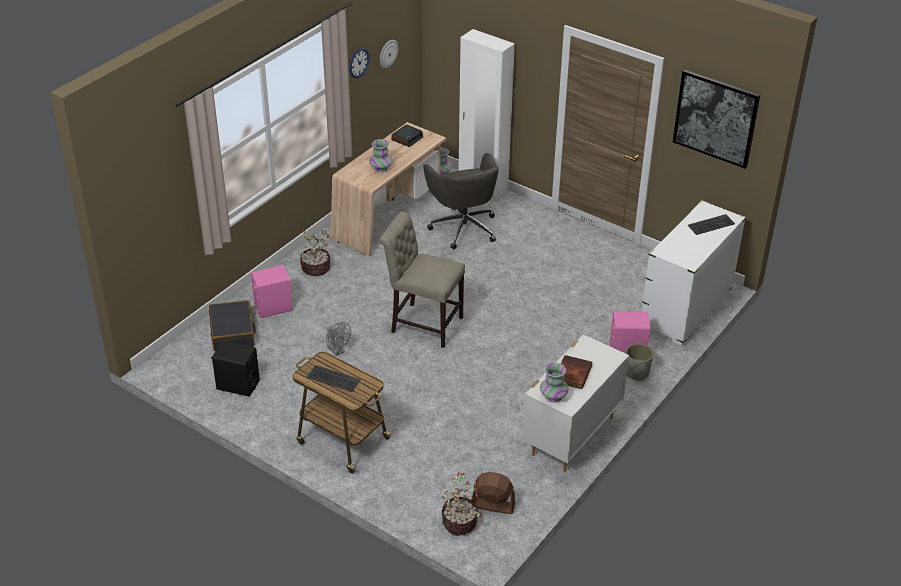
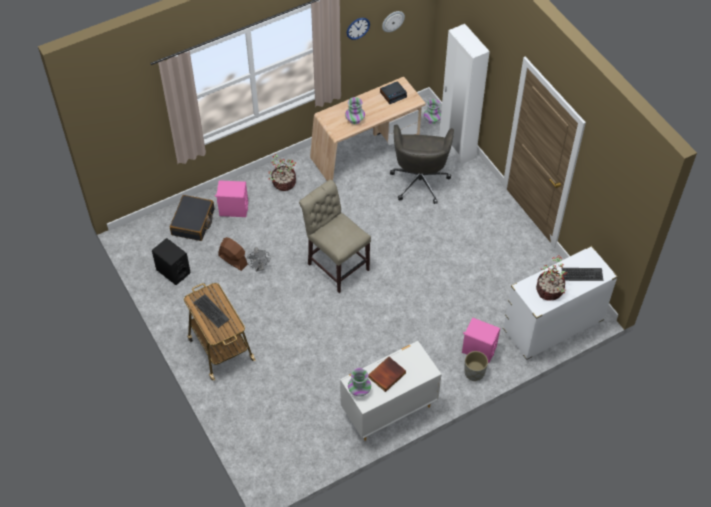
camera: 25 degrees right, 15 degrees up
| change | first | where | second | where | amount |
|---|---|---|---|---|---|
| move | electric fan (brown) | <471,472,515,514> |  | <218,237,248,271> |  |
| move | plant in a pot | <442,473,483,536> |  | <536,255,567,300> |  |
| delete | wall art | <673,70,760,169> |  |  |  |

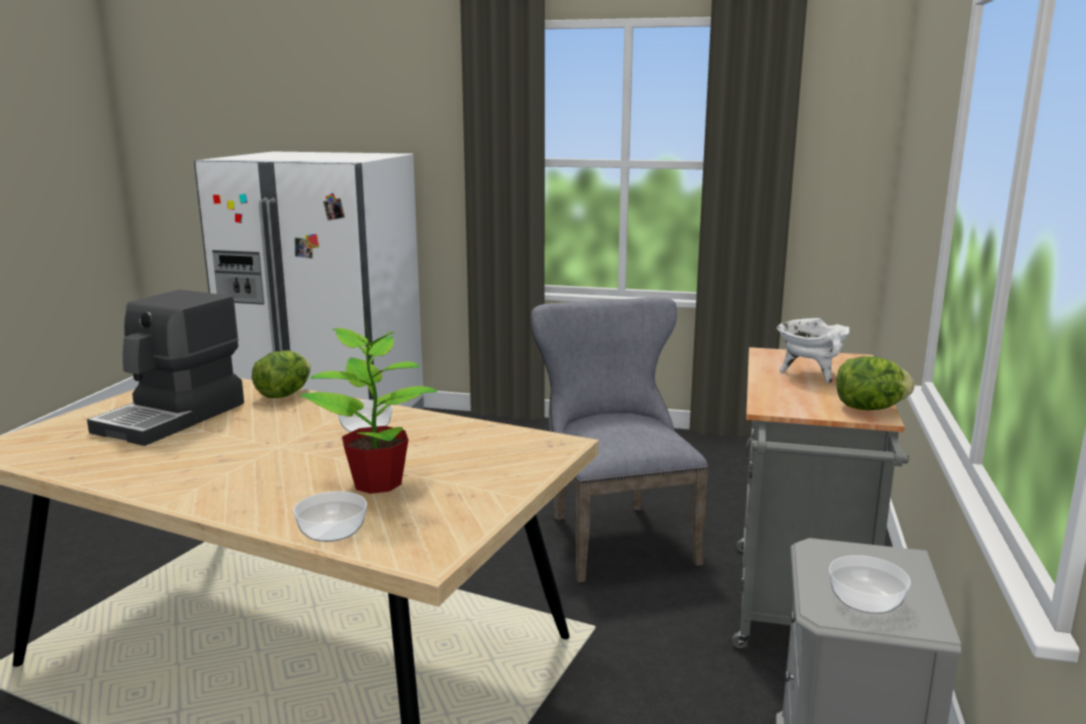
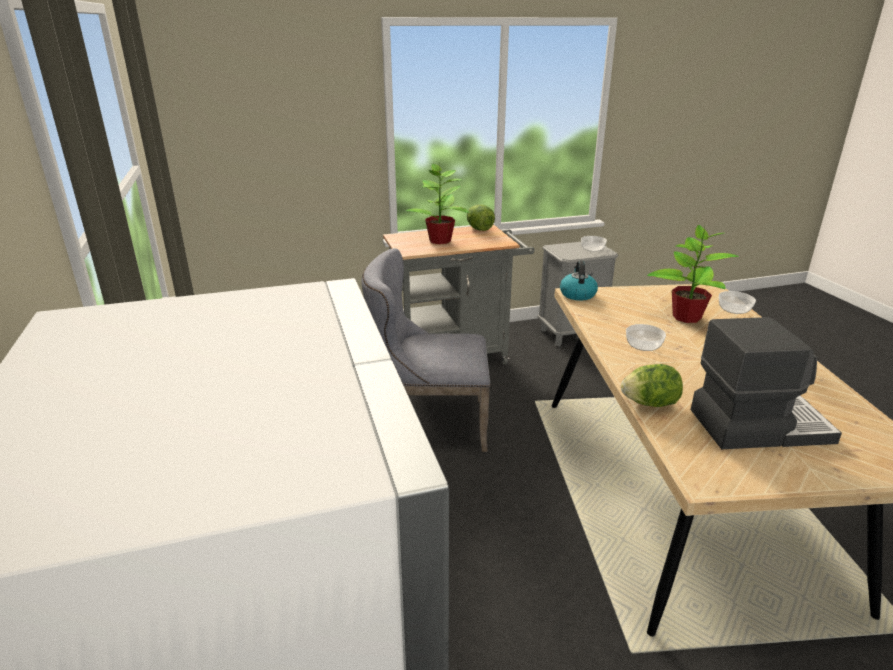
camera: 120 degrees left, 10 degrees up
| change | first | where | second | where | amount |
|---|---|---|---|---|---|
| rotate | upright chair (grey) | <530,297,709,583> |  | <362,248,491,452> | 45 degrees clockwise |
| replace | cooking pot (white-coloured) | <777,318,850,384> | plant in a pot | <405,164,469,244> |  |
| insert |  |  | kettle | <560,260,598,301> |  |

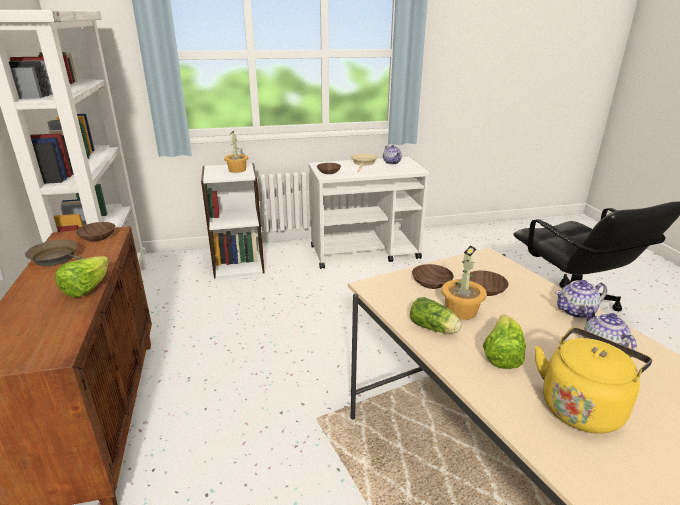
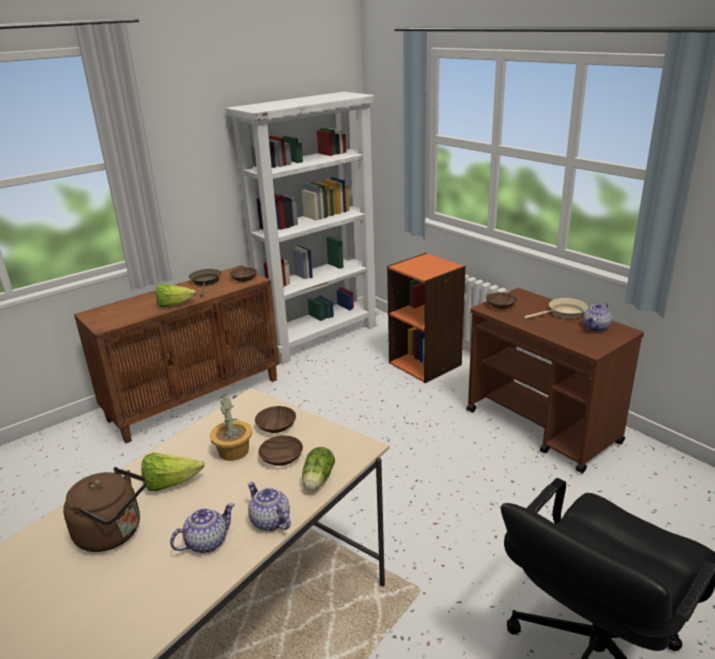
camera: 65 degrees right, 0 degrees up
| change | first | where | second | where | amount |
|---|---|---|---|---|---|
| recolor | kettle (yellowish) | <535,327,652,434> | kettle (brown) | <63,467,146,552> |  |
| move | lettuce head | <410,297,462,333> |  | <302,447,335,491> |  |
| recolor | bookcase (white-coloured) | <201,163,265,278> | bookcase (orange) | <387,253,466,383> |  |
| recolor | trolley (white-coloured) | <309,157,430,269> | trolley (brown) | <467,288,644,474> |  |
| delete | plant in a pot | <224,131,248,173> |  |  |  |

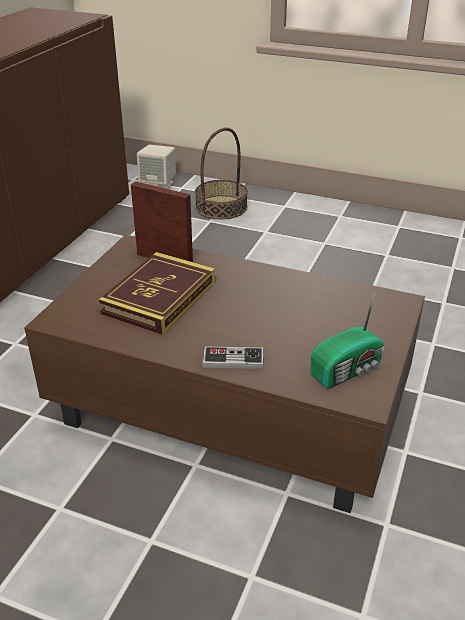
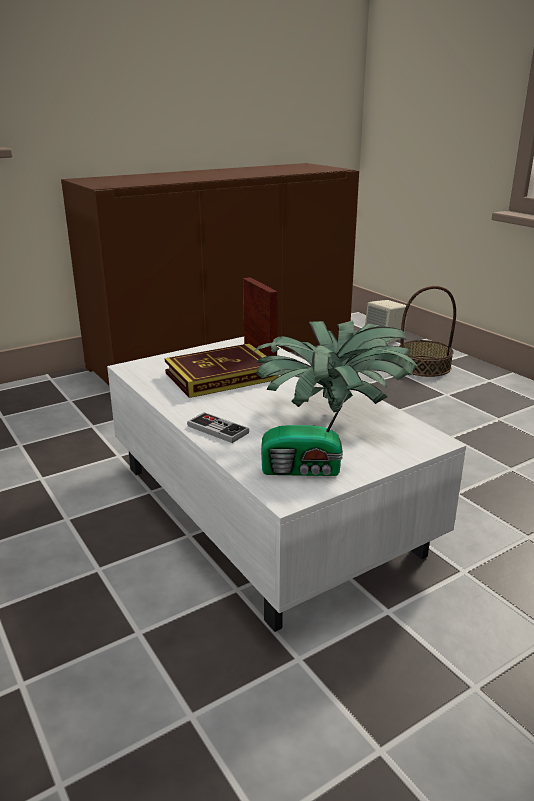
camera: 35 degrees right, 10 degrees down
| change | first | where | second | where | amount |
|---|---|---|---|---|---|
| recolor | coffee table (brown) | <24,235,425,513> | coffee table (white-coloured) | <107,337,466,632> |  |
| insert |  |  | plant in a pot | <253,320,419,412> |  |

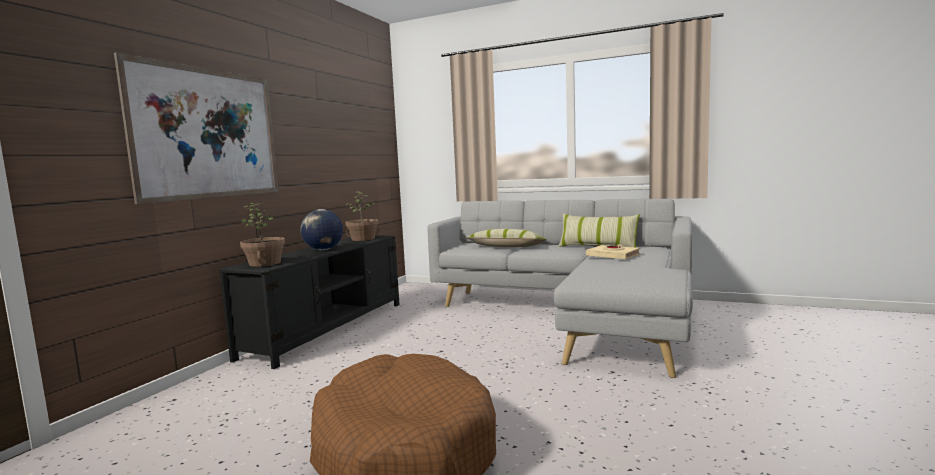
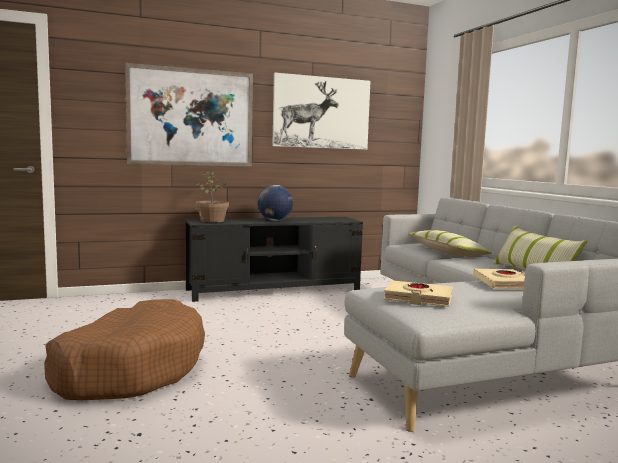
camera: 45 degrees right, 0 degrees up
| change | first | where | second | where | amount |
|---|---|---|---|---|---|
| insert |  |  | wall art | <272,73,370,150> |  |
| insert |  |  | volume (beige) | <384,280,453,307> |  |
| delete | plant in a pot | <345,191,379,241> |  |  |  |

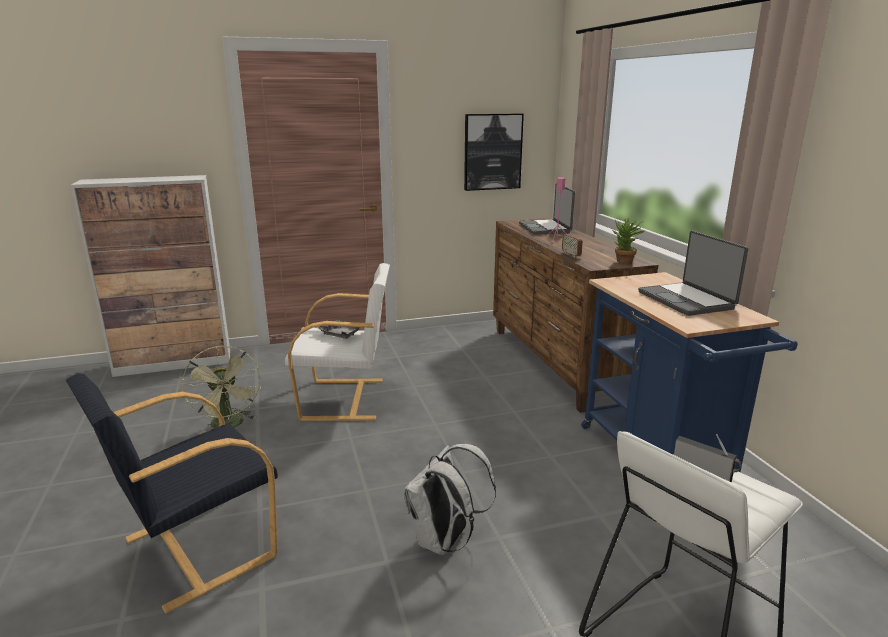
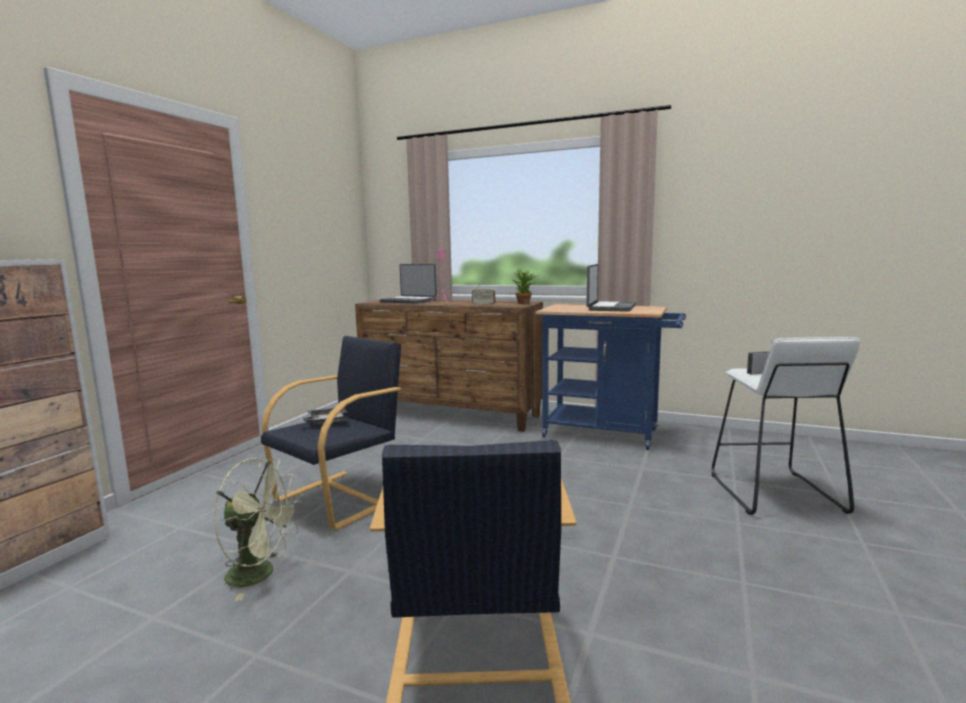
camera: 50 degrees left, 10 degrees down
| change | first | where | second | where | amount |
|---|---|---|---|---|---|
| recolor | armchair (white-coloured) | <285,263,390,421> | armchair (black-coloured) | <261,336,401,530> |  |
| rotate | laptop | <638,231,748,316> |  | <586,264,636,312> | 90 degrees counterclockwise |
| delete | knapsack (white-coloured) | <404,444,496,555> |  |  |  |
| delete | wall art | <464,114,524,191> |  |  |  |

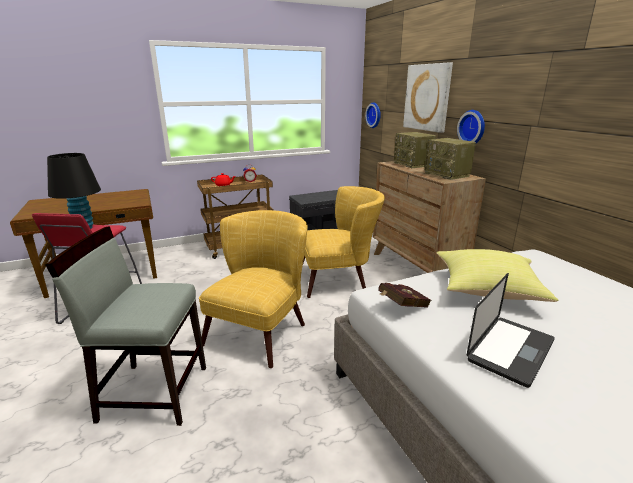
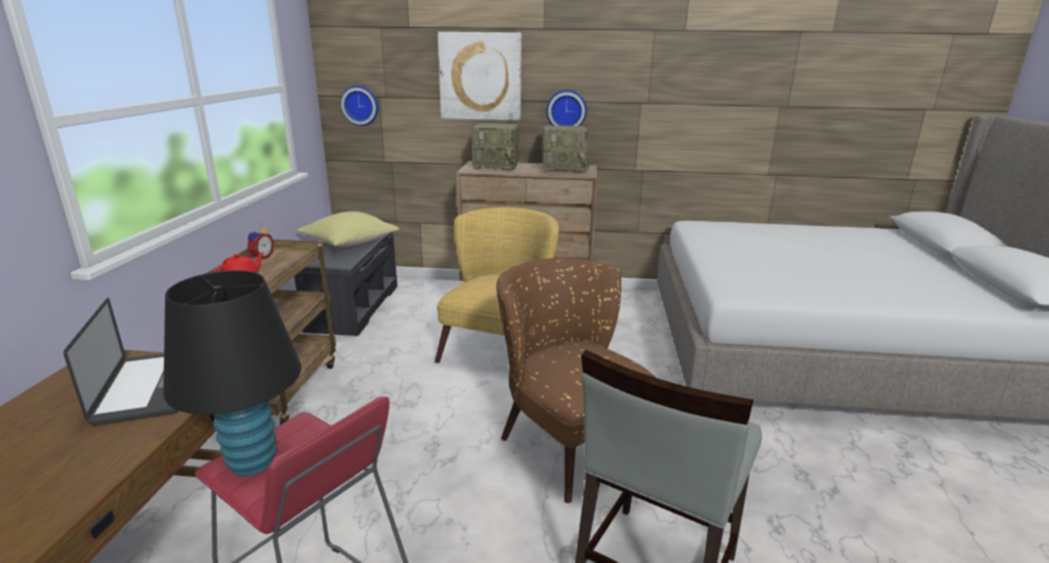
camera: 60 degrees left, 0 degrees up
| change | first | where | second | where | amount |
|---|---|---|---|---|---|
| move | laptop | <467,273,555,388> |  | <63,298,179,426> |  |
| move | throw pillow (yellowish) | <437,249,559,302> |  | <297,211,400,247> |  |
| recolor | armchair (yellowish) | <199,210,308,368> | armchair (brown) | <496,258,656,503> |  |
| delete | volume (red) | <378,283,431,308> |  |  |  |

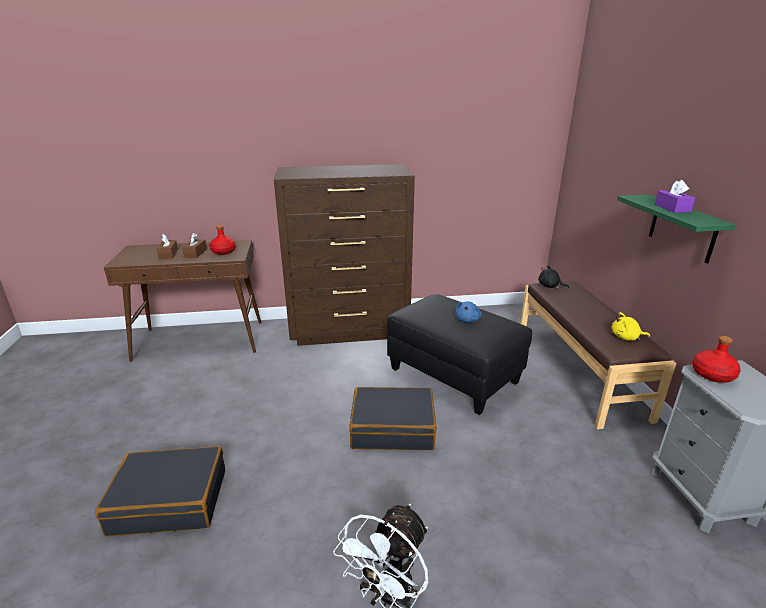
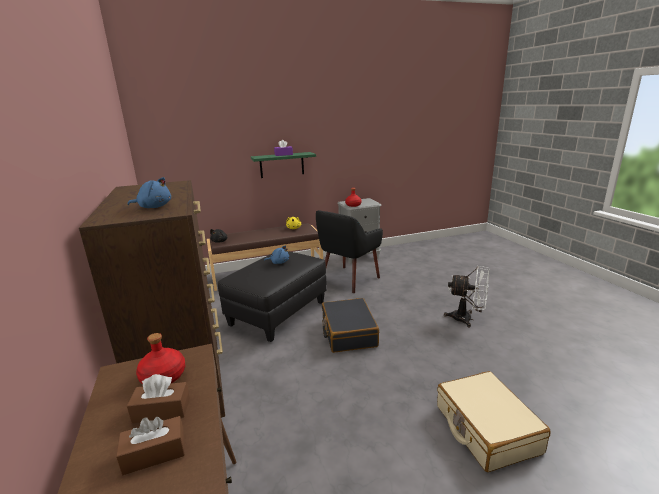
camera: 100 degrees left, 5 degrees down
| change | first | where | second | where | amount |
|---|---|---|---|---|---|
| insert |  |  | plush toy (blue) | <128,177,171,208> |  |
| insert |  |  | armchair (black-coloured) | <316,210,383,293> |  |
| recolor | travel case (black-coloured) | <95,446,225,536> | travel case (beige) | <437,371,551,472> |  |

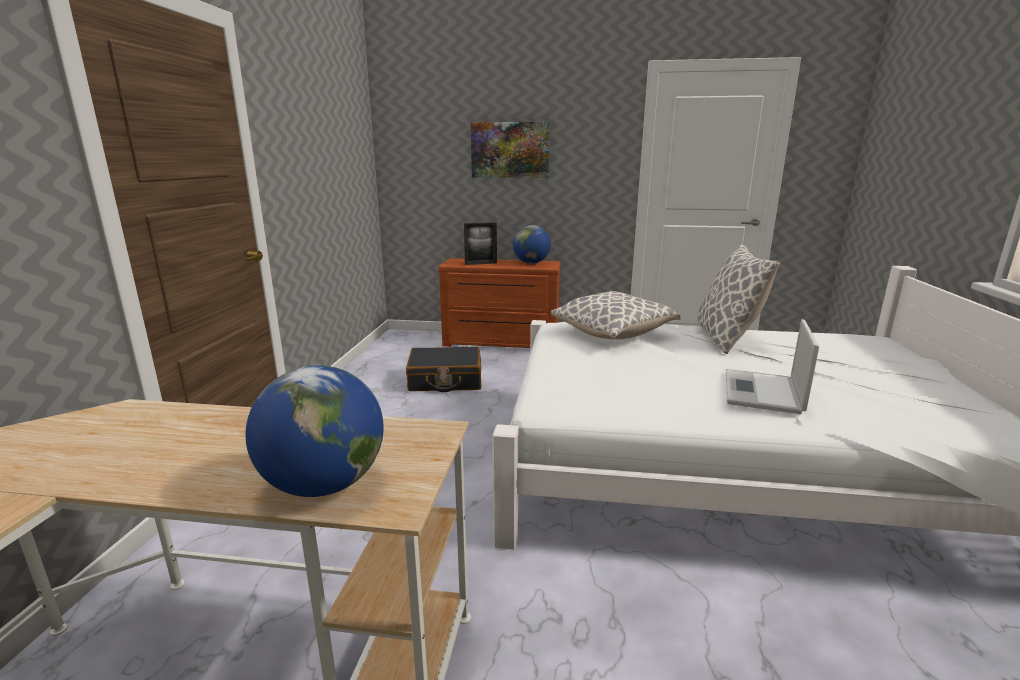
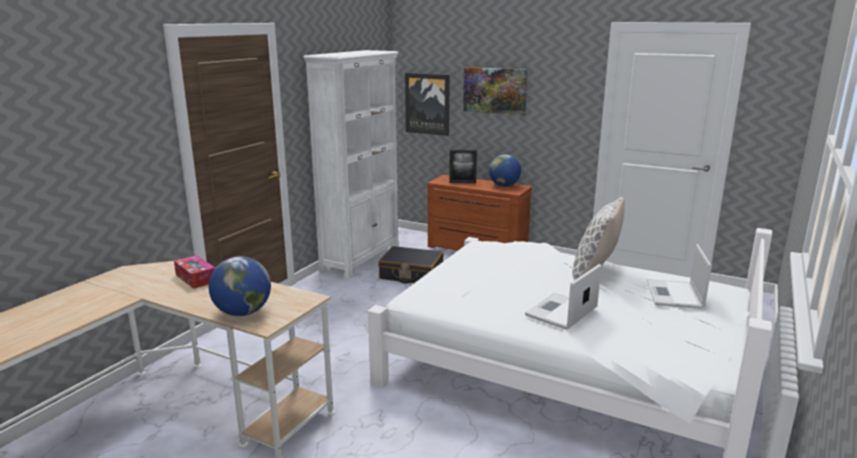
camera: 20 degrees right, 0 degrees up
| change | first | where | second | where | amount |
|---|---|---|---|---|---|
| insert |  |  | tissue box | <174,255,215,289> |  |
| insert |  |  | bookcase (white-coloured) | <303,50,399,279> |  |
| insert |  |  | wall art | <405,73,450,136> |  |
| insert |  |  | laptop | <647,244,712,309> |  |
| delete | throw pillow | <551,291,681,339> |  |  |  |

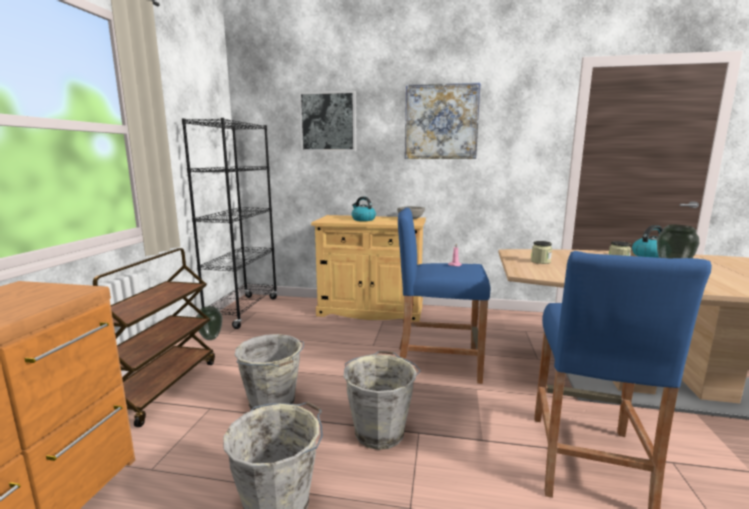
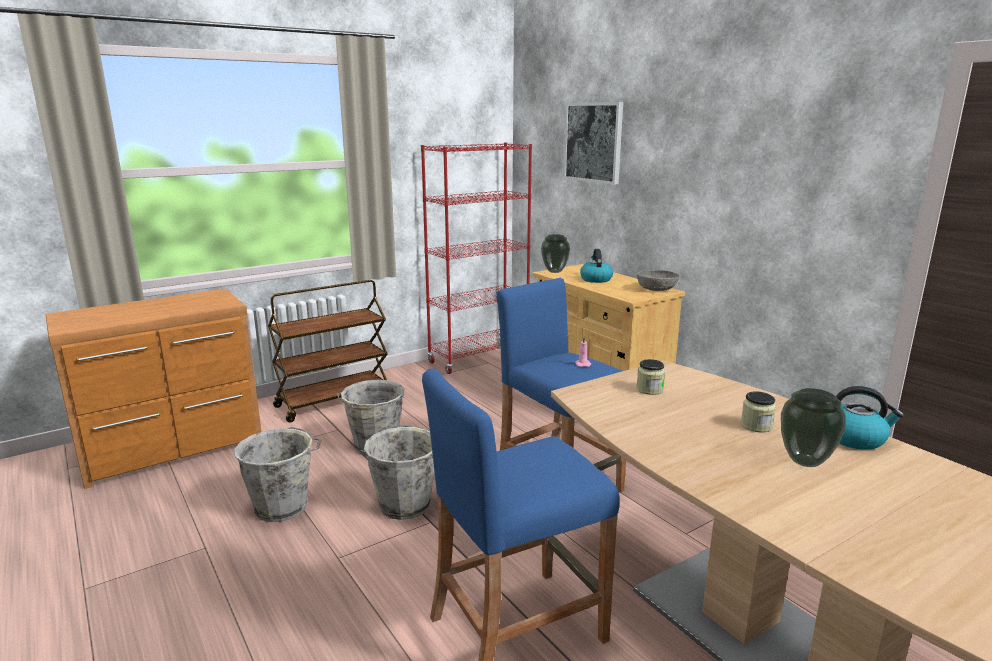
camera: 45 degrees right, 5 degrees up
| change | first | where | second | where | amount |
|---|---|---|---|---|---|
| recolor | bookcase (black-coloured) | <182,118,277,329> | bookcase (red) | <421,143,532,374> |  |
| move | flower vase | <196,306,223,340> |  | <541,234,570,273> |  |
| delete | wall art | <405,83,480,159> |  |  |  |

